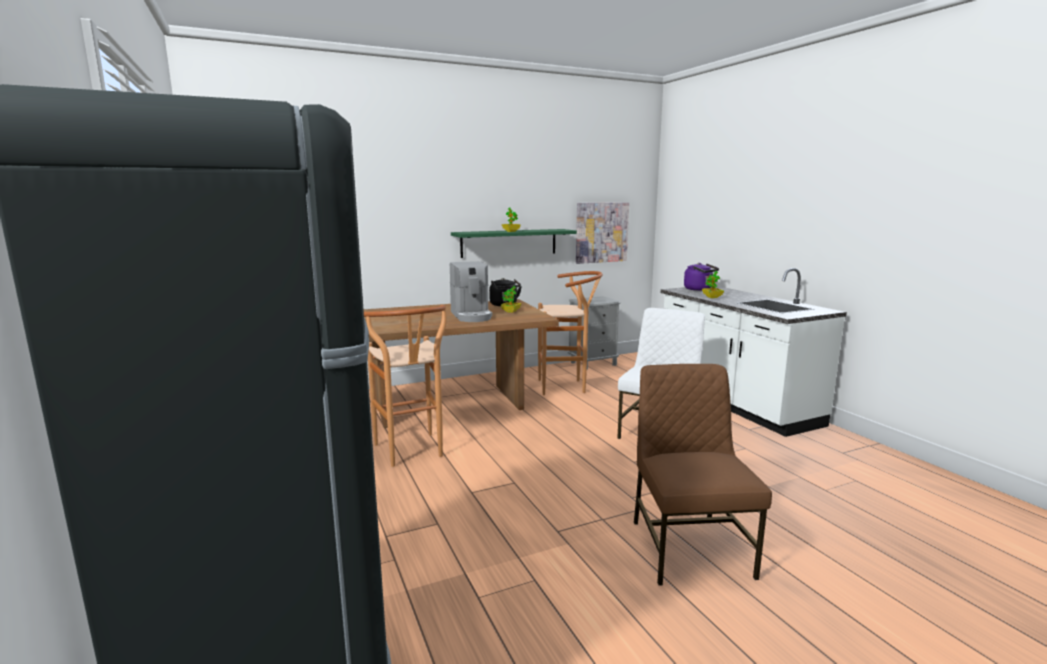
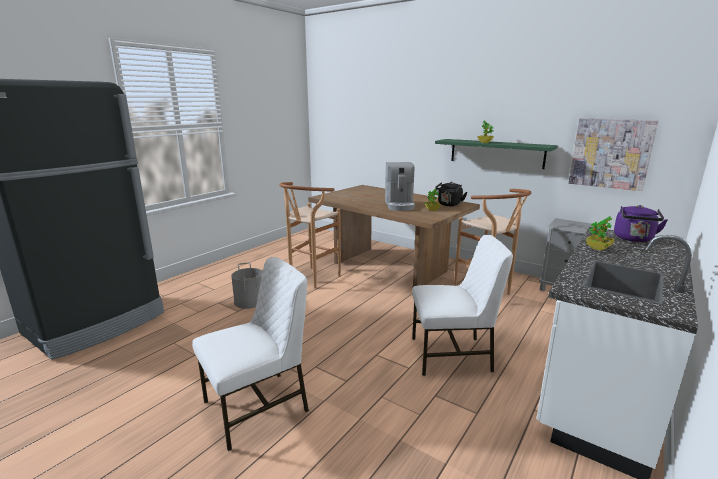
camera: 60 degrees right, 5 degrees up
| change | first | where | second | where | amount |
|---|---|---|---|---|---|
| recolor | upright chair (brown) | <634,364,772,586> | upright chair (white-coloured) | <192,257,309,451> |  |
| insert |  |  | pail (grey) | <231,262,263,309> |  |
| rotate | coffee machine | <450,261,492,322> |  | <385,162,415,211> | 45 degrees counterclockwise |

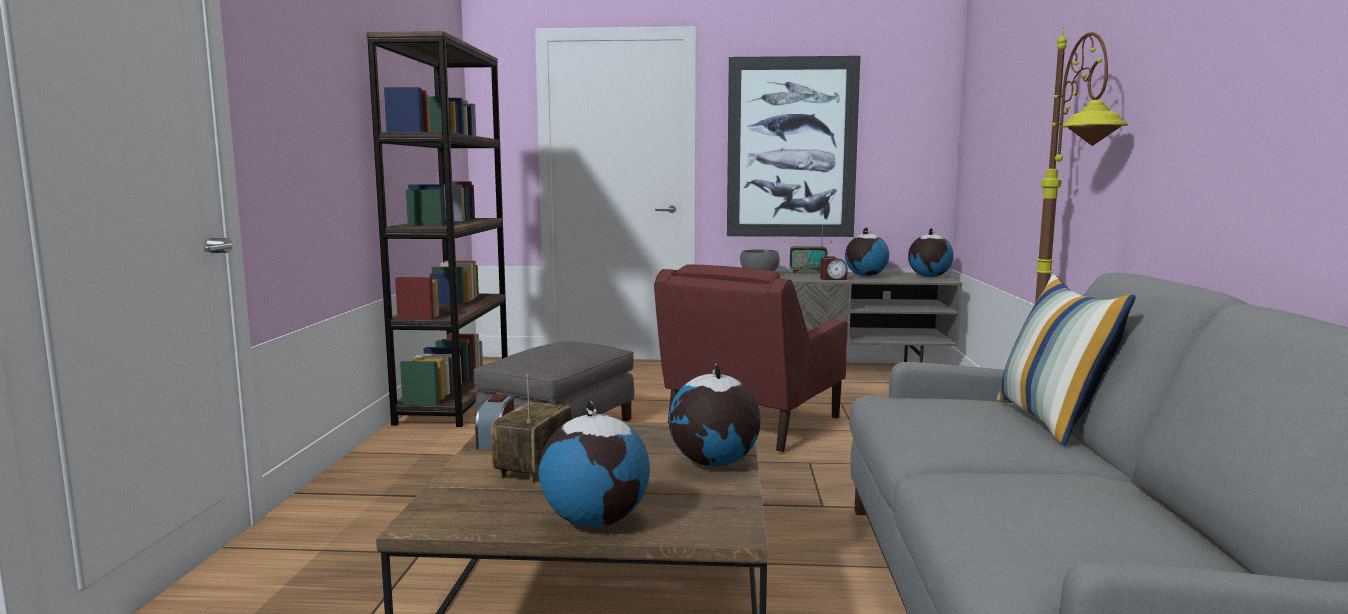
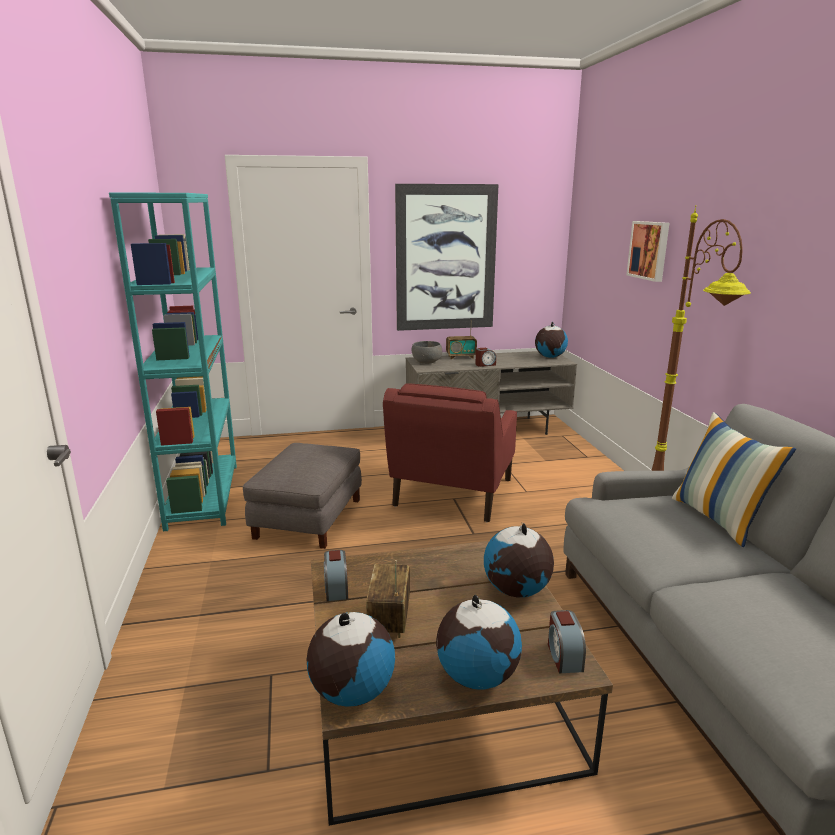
camera: 15 degrees left, 10 degrees up
| change | first | where | second | where | amount |
|---|---|---|---|---|---|
| recolor | bookcase (brown) | <366,31,508,427> | bookcase (turquoise) | <109,193,237,532> |  |
| move | desk globe | <845,228,889,277> |  | <307,612,395,707> |  |
| insert |  |  | bedside clock | <548,610,586,673> |  |
| insert |  |  | wall art | <626,221,670,282> |  |

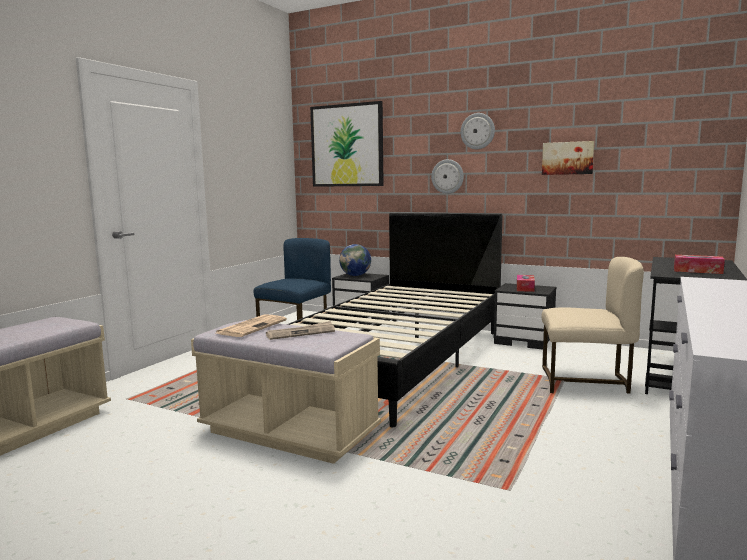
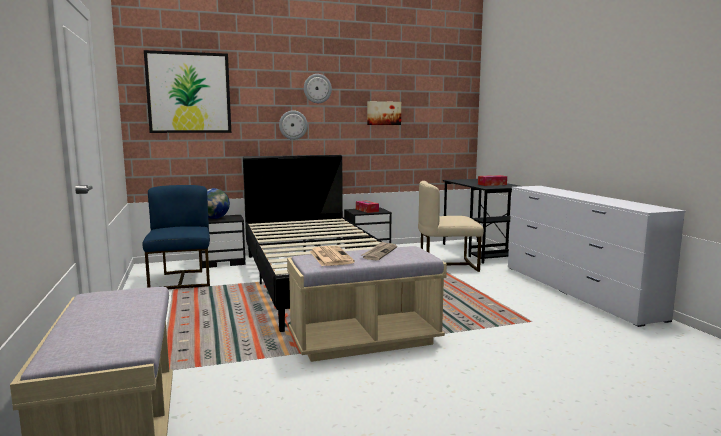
camera: 45 degrees left, 0 degrees up
| change | first | where | second | where | amount |
|---|---|---|---|---|---|
| rotate | upright chair (beige) | <541,257,644,394> |  | <418,181,484,272> | 150 degrees counterclockwise |

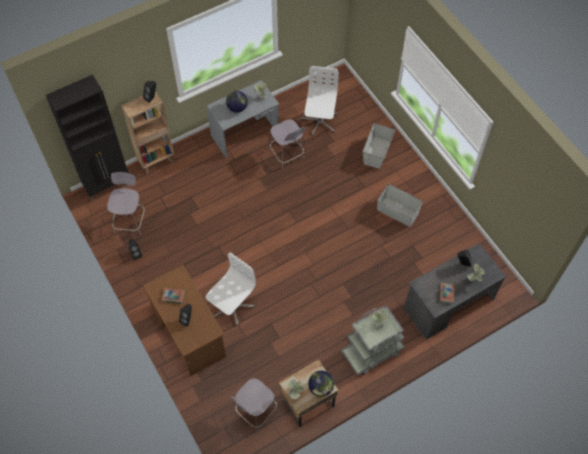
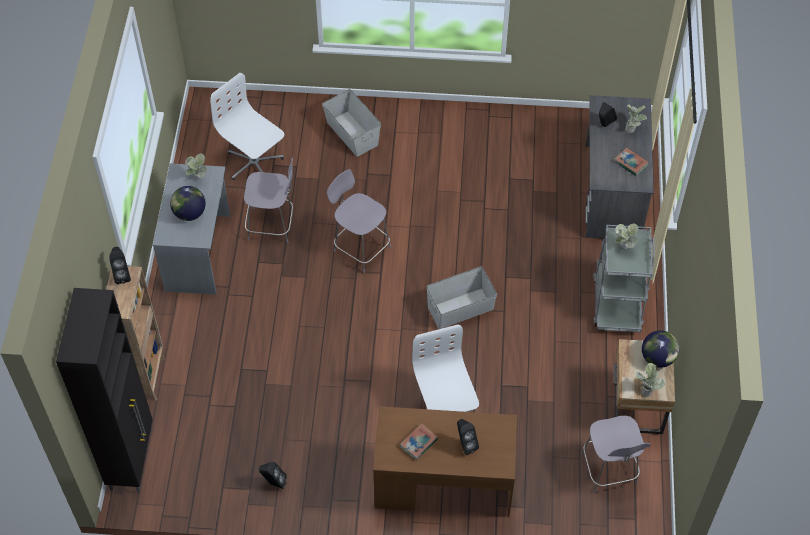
camera: 55 degrees left, 5 degrees down
| change | first | where | second | where | amount |
|---|---|---|---|---|---|
| move | upright chair (grey) | <107,172,146,235> |  | <327,169,391,273> |  |
| move | storage bin (grey) | <377,184,423,227> |  | <426,266,497,329> |  |

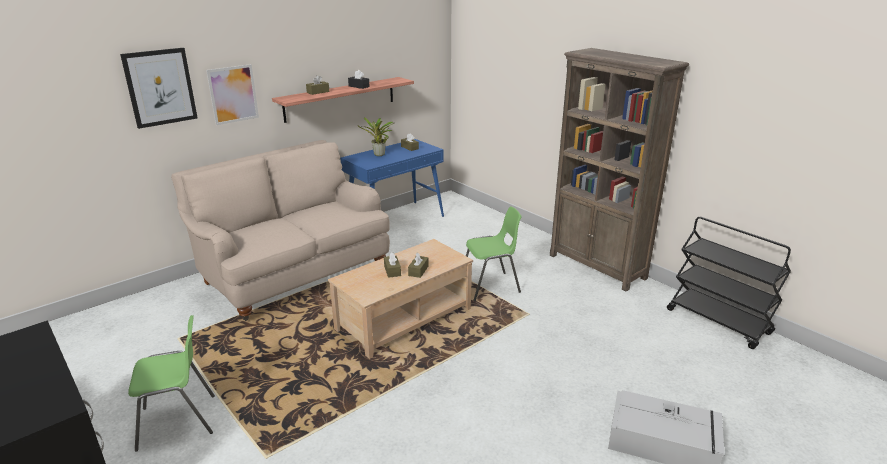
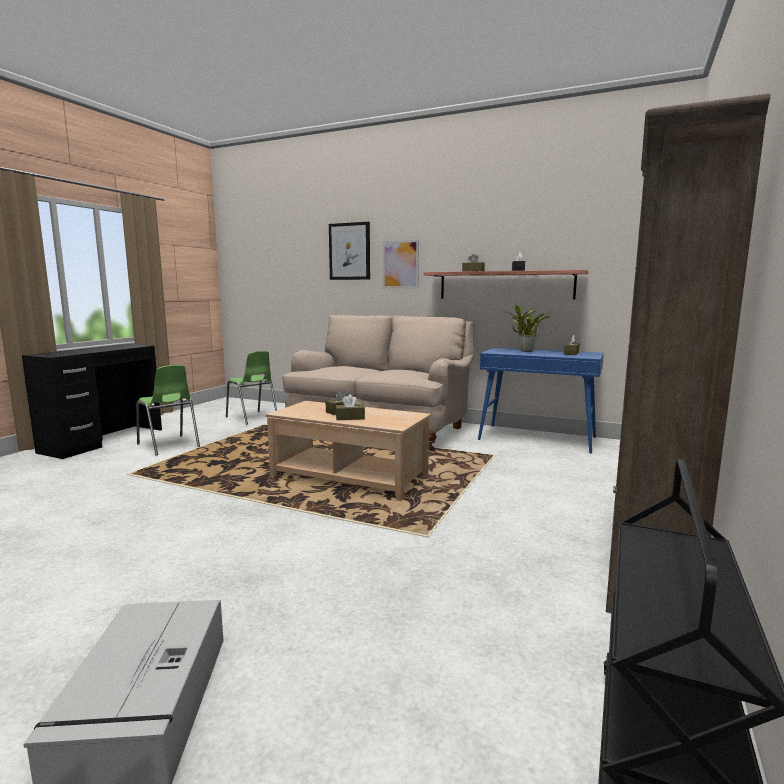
camera: 65 degrees right, 15 degrees down
| change | first | where | second | where | amount |
|---|---|---|---|---|---|
| move | upright chair (greenish) | <466,206,521,301> |  | <226,351,277,425> |  |

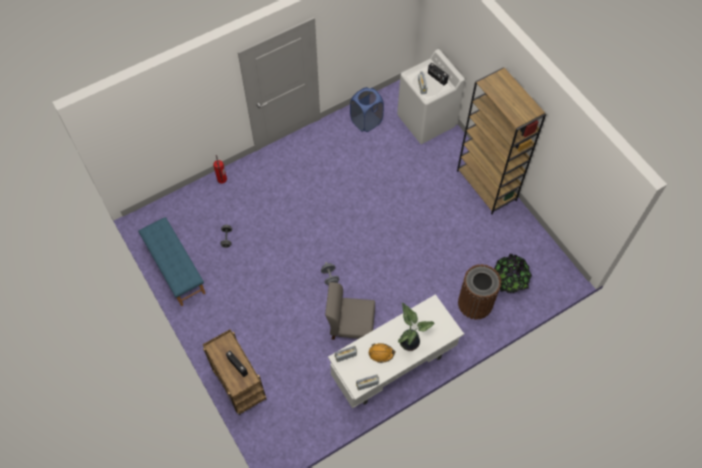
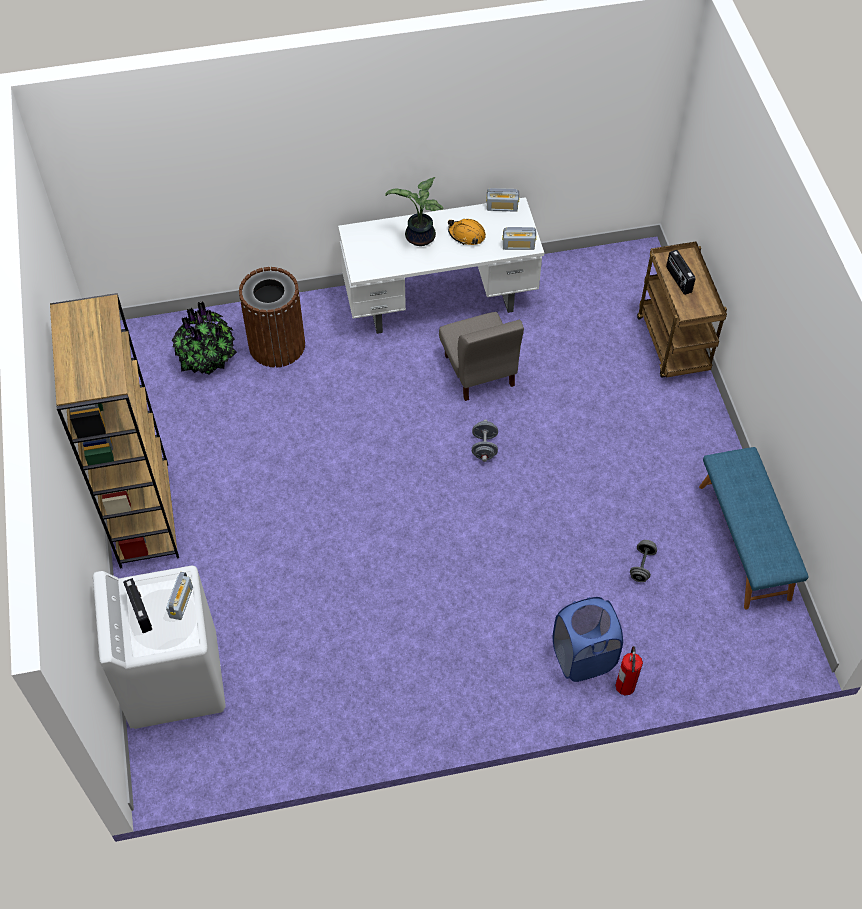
camera: 160 degrees left, 5 degrees down
| change | first | where | second | where | amount |
|---|---|---|---|---|---|
| rotate | upright chair (grey) | <325,282,375,340> |  | <439,312,524,401> | 45 degrees clockwise |
| move | hamper (blue) | <350,87,384,132> |  | <553,597,623,682> |  |

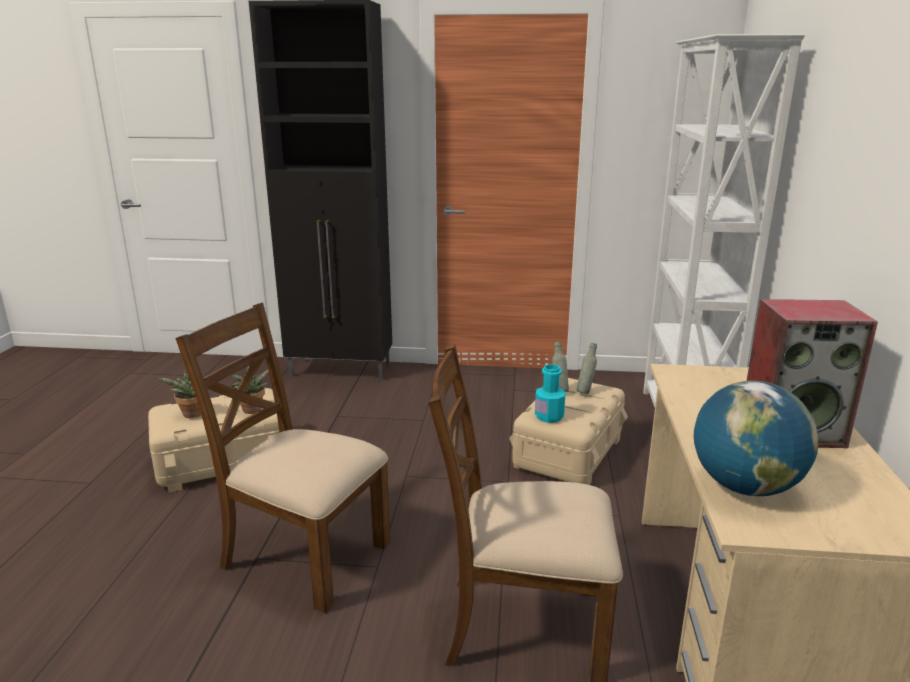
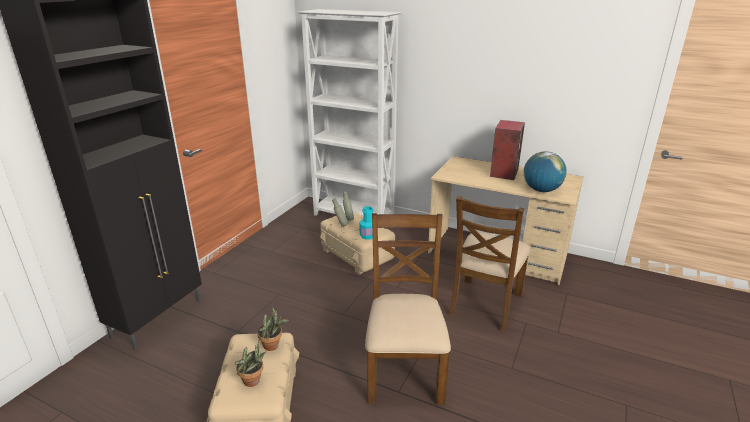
camera: 70 degrees left, 5 degrees up
| change | first | where | second | where | amount |
|---|---|---|---|---|---|
| rotate | upright chair (brown) | <175,303,390,614> |  | <365,213,451,405> | 135 degrees clockwise |

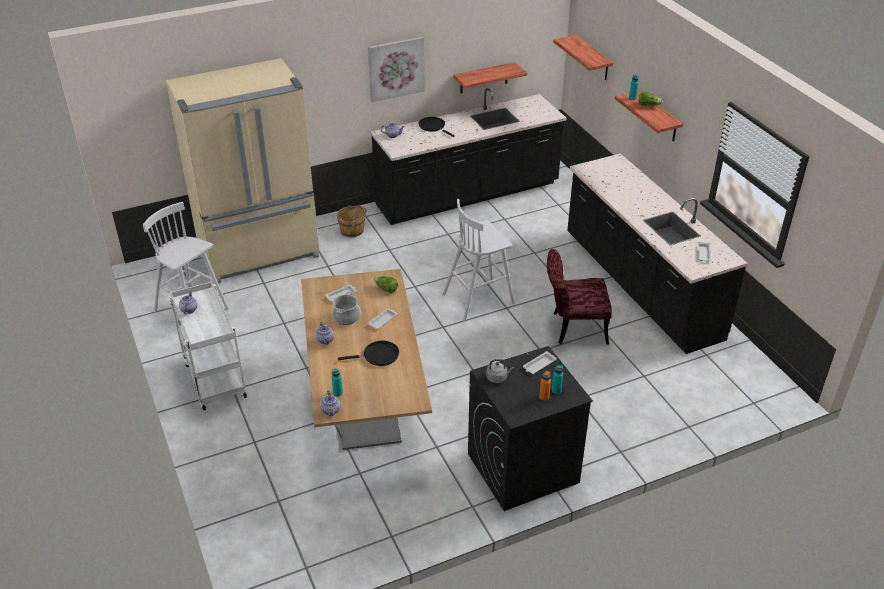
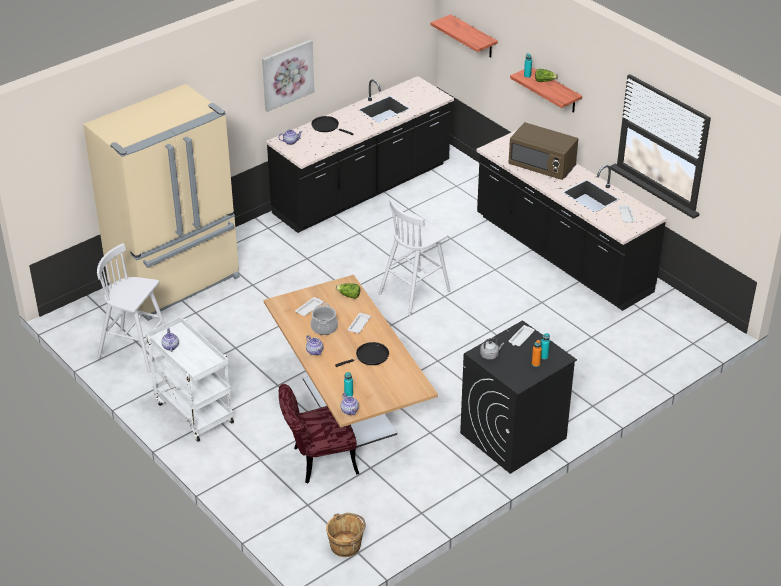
camera: 15 degrees left, 0 degrees up
| change | first | where | second | where | amount |
|---|---|---|---|---|---|
| move | upright chair (red) | <547,249,612,345> |  | <279,384,359,483> |  |
| move | pail (brown) | <337,205,367,237> |  | <326,513,366,557> |  |
| insert |  |  | kitchen microwave (brown) | <508,122,578,180> |  |
| delete | shelf | <453,62,527,93> |  |  |  |

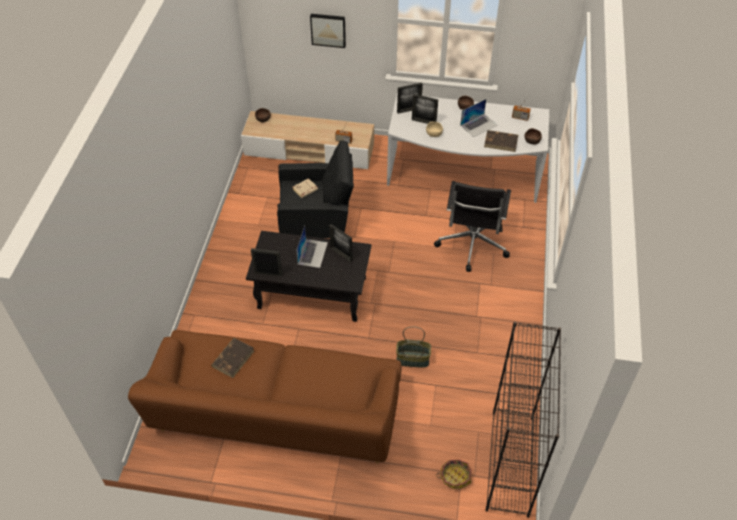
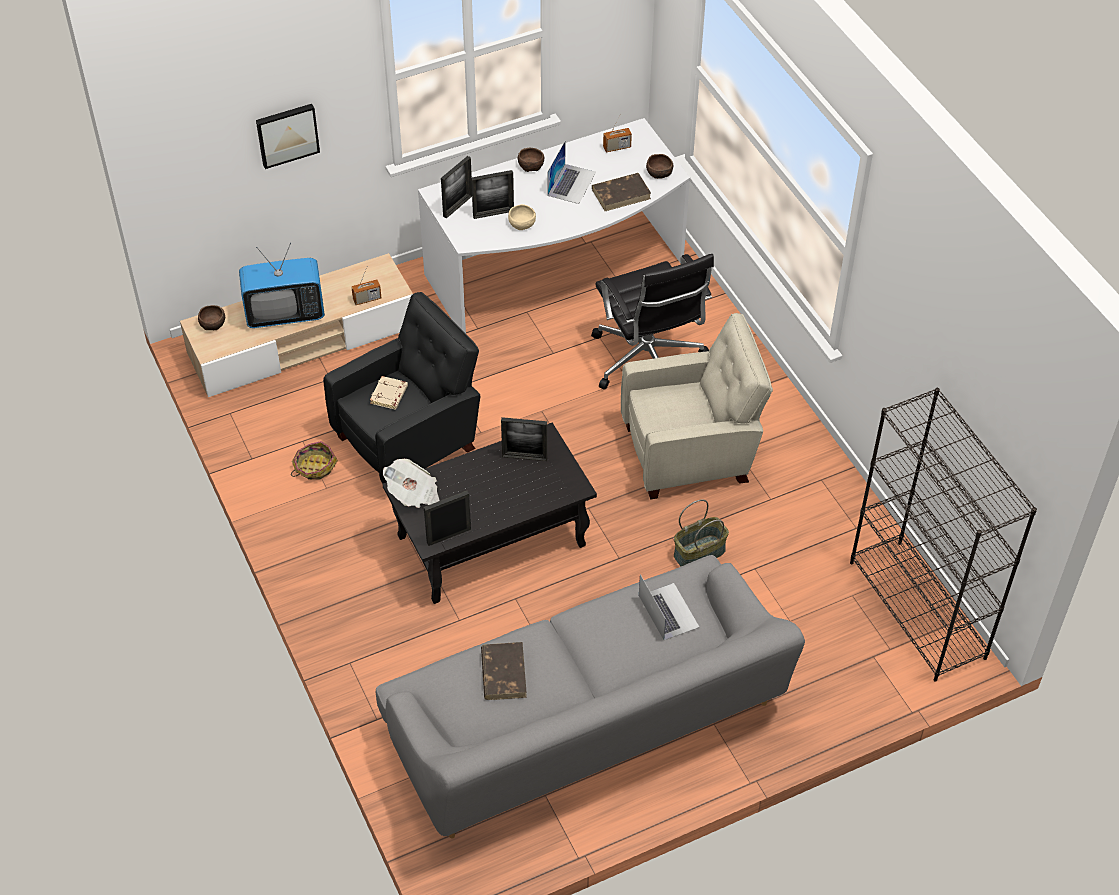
camera: 35 degrees left, 0 degrees up
| change | first | where | second | where | amount |
|---|---|---|---|---|---|
| insert |  |  | television | <239,243,325,328> |  |
| move | household basket | <436,460,471,489> |  | <291,441,338,480> |  |
| recolor | couch (brown) | <128,330,401,464> | couch (grey) | <376,555,805,839> |  |
| insert |  |  | daily paper | <383,459,440,508> |  |
| insert |  |  | armchair (beige) | <621,313,773,500> |  |
| move | laptop | <296,226,328,268> |  | <639,574,699,640> |  |

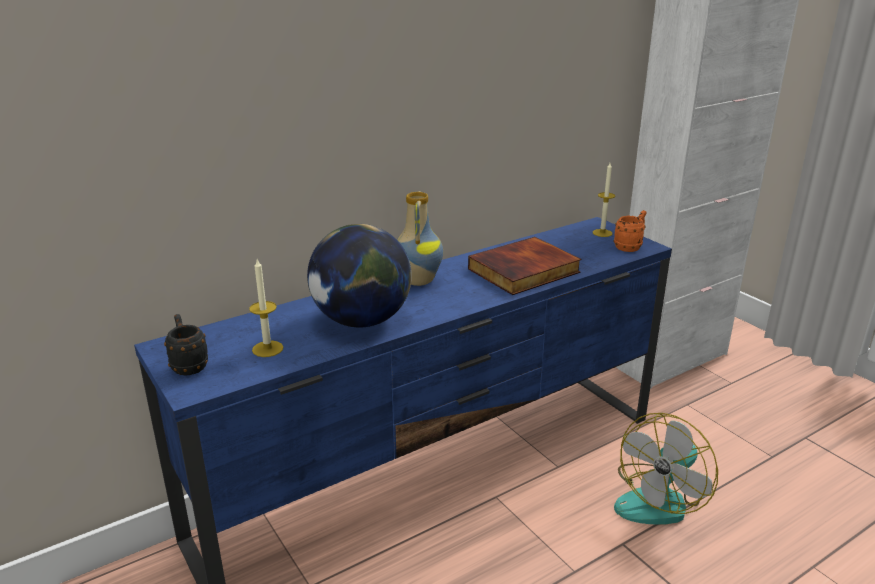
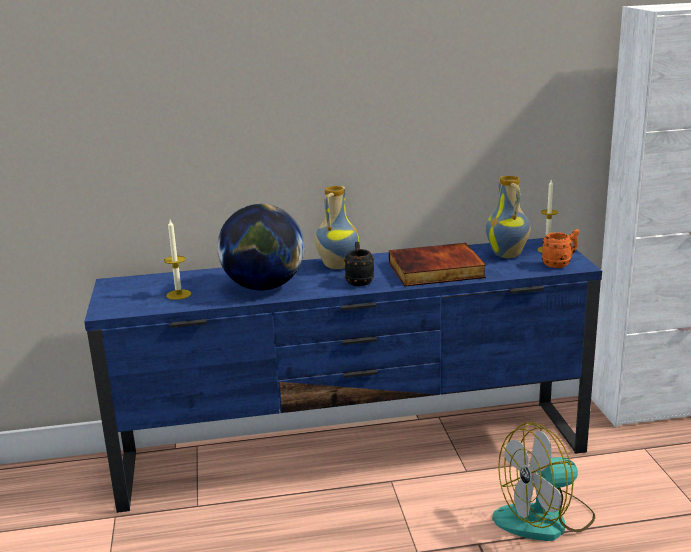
camera: 25 degrees right, 5 degrees down
| change | first | where | second | where | amount |
|---|---|---|---|---|---|
| move | mug (black-coloured) | <164,314,208,375> |  | <344,242,374,286> |  |
| insert |  |  | flower vase | <486,175,530,258> |  |

